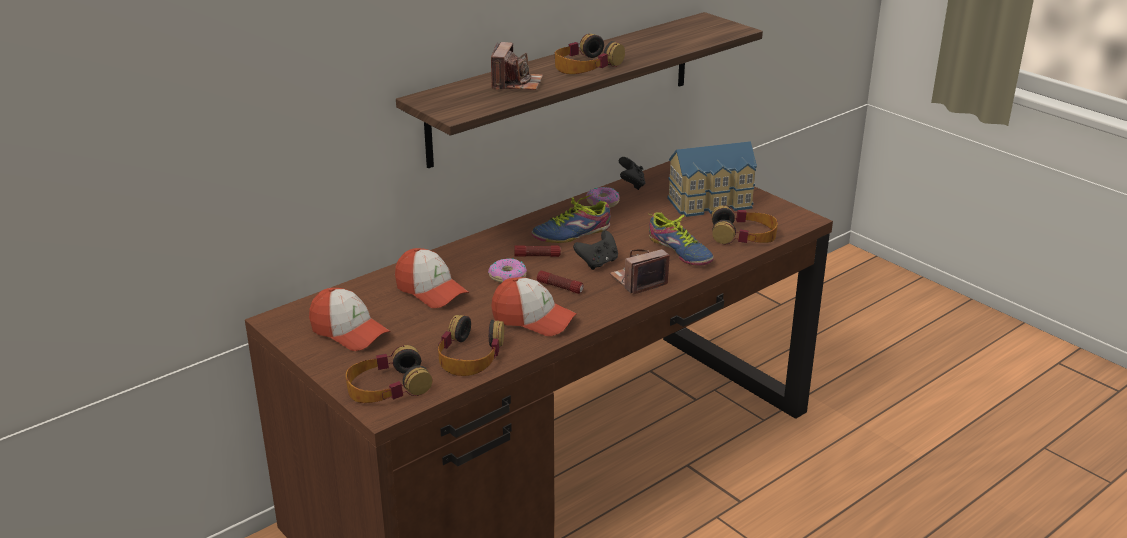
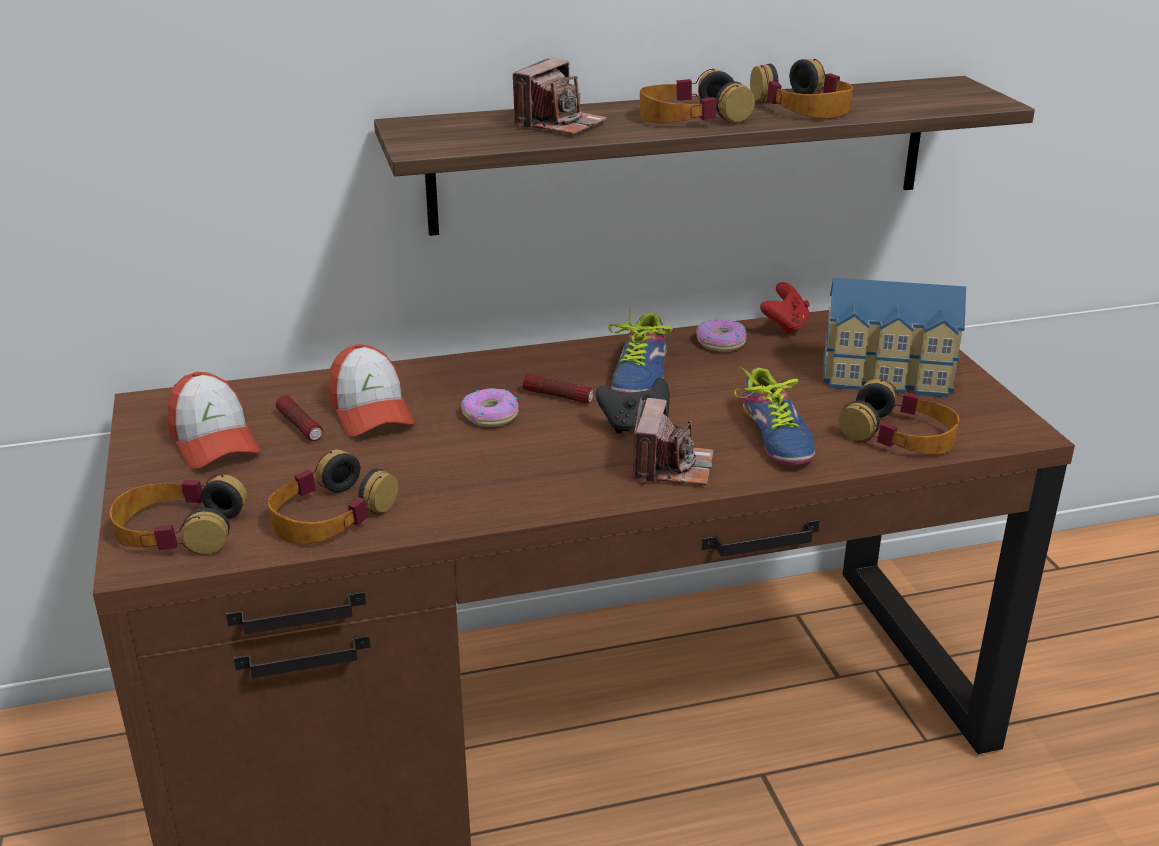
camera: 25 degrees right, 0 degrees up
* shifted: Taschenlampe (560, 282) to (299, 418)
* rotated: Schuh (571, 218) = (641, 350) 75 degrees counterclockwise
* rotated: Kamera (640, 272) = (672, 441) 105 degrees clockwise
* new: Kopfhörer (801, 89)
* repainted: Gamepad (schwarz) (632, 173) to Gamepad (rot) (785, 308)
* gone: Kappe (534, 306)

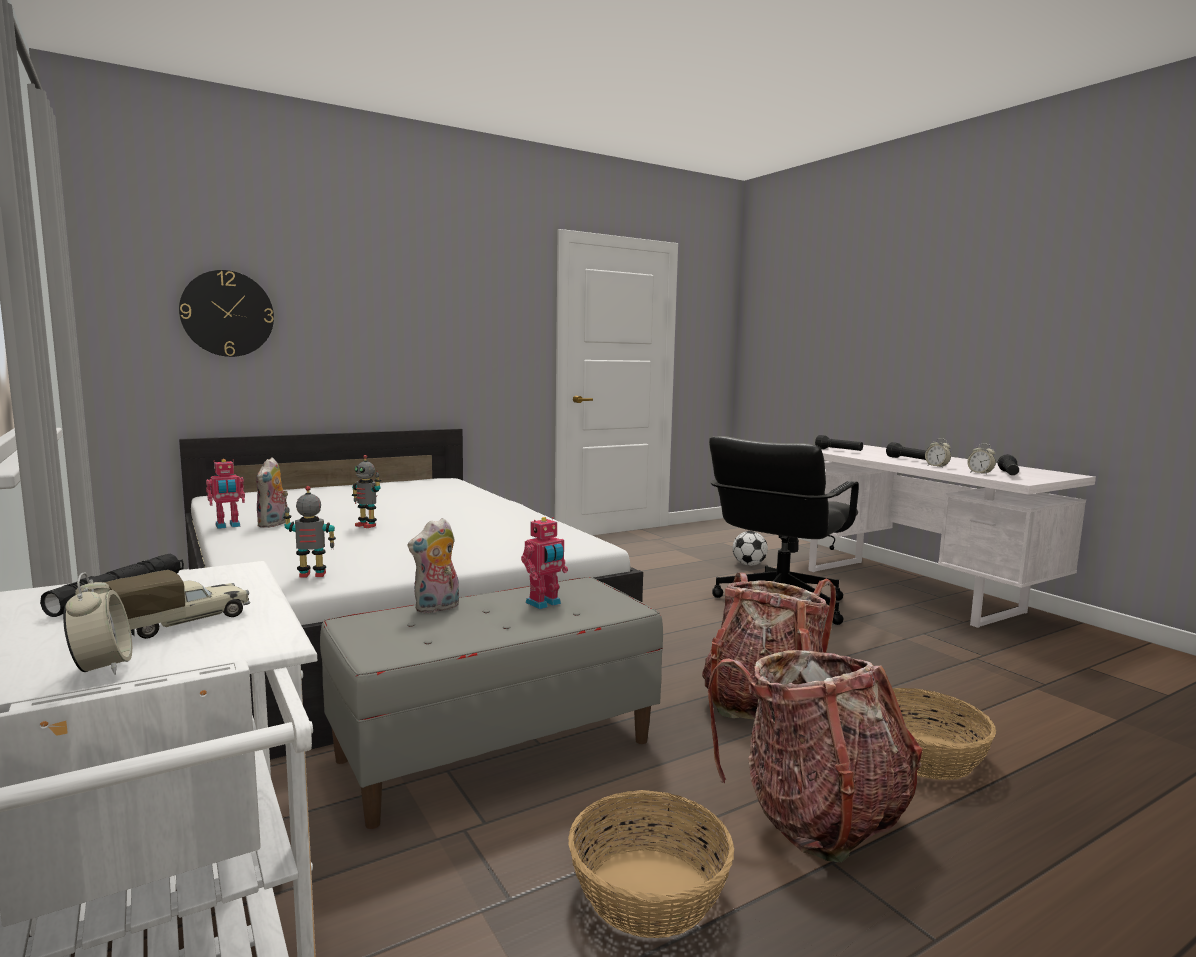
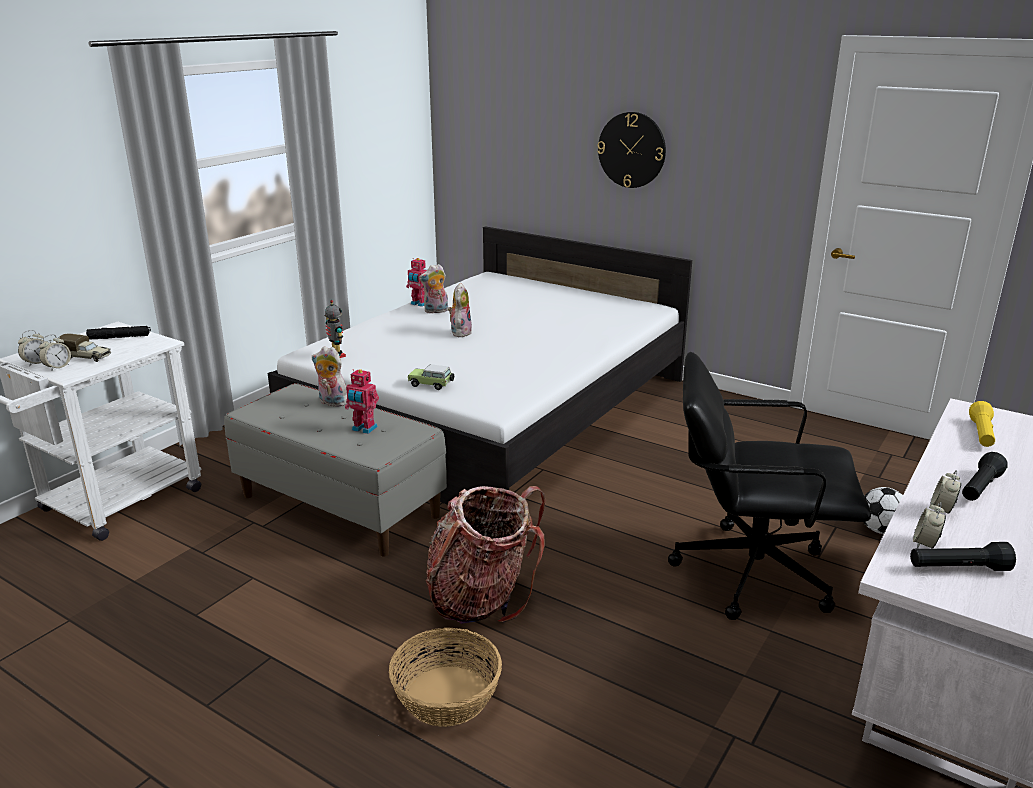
camera: 65 degrees right, 15 degrees up
* new: Wecker (55, 352)
* new: Spielzeugauto (431, 377)
* swapped: Spielzeugroboter (366, 491) to Plüschtier (460, 309)
* shifted: Wanduhr (226, 313) to (631, 150)
* repainted: Taschenlampe (schwarz) (839, 443) to Taschenlampe (gelb) (982, 424)
* gone: Korb (651, 864)
* gone: Rucksack (815, 745)

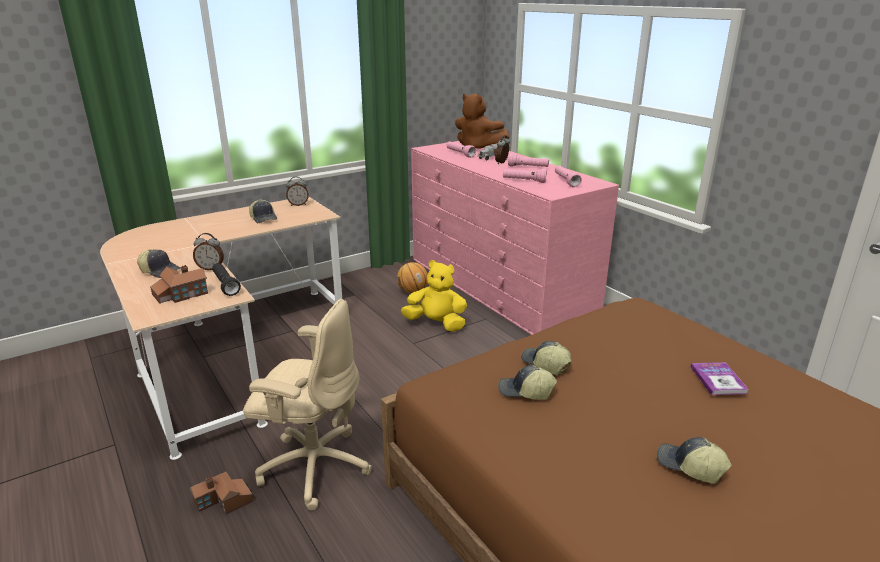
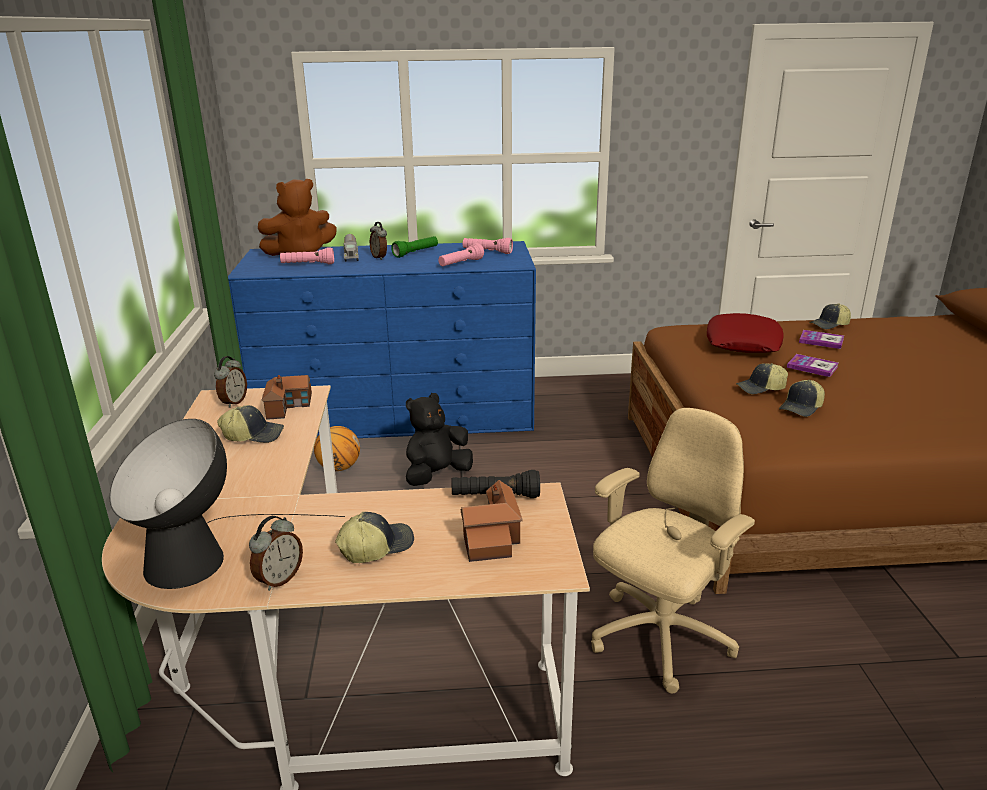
camera: 60 degrees left, 0 degrees up
* new: Tischlampe (227, 504)
* repainted: Kommode (rosa) (515, 238) to Kommode (blau) (382, 340)
* shifted: Wecker (208, 251) to (276, 553)
* shifted: Spielzeughaus (221, 493) to (287, 397)
* repainted: Taschenlampe (rosa) (528, 160) to Taschenlampe (grün) (414, 247)
* repainted: Plüschtier (gelb) (434, 296) to Plüschtier (schwarz) (439, 439)
* new: Kissen (rot) (745, 333)
* new: Buch (813, 365)
* shifted: Kappe (694, 460) to (830, 316)

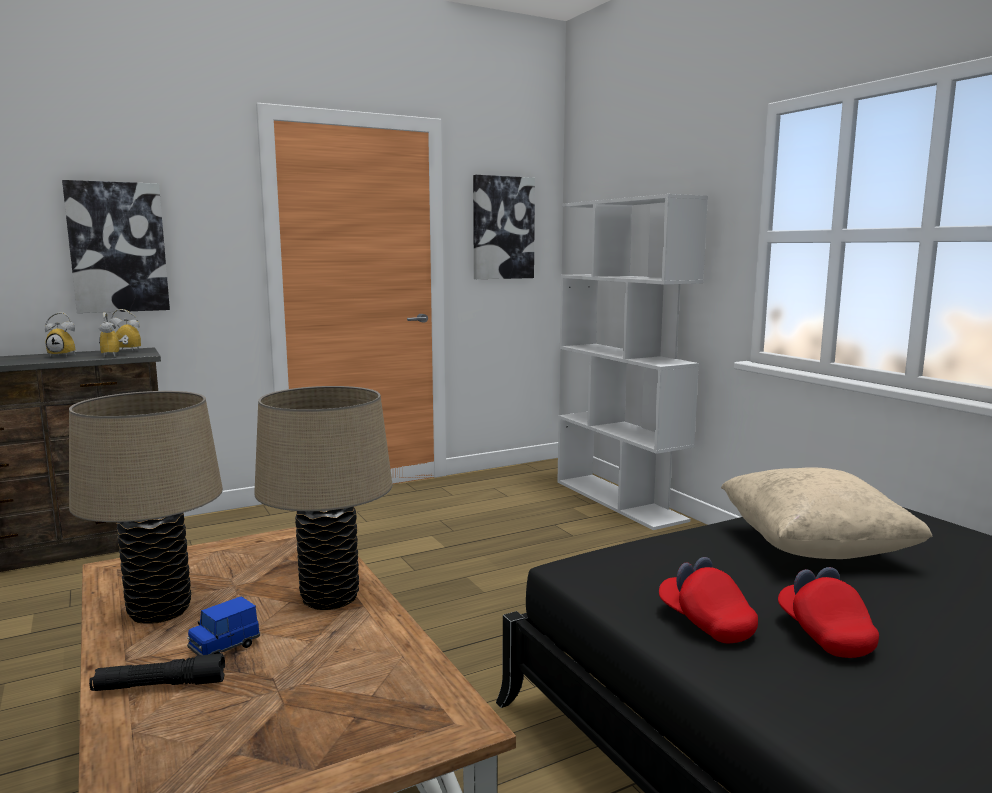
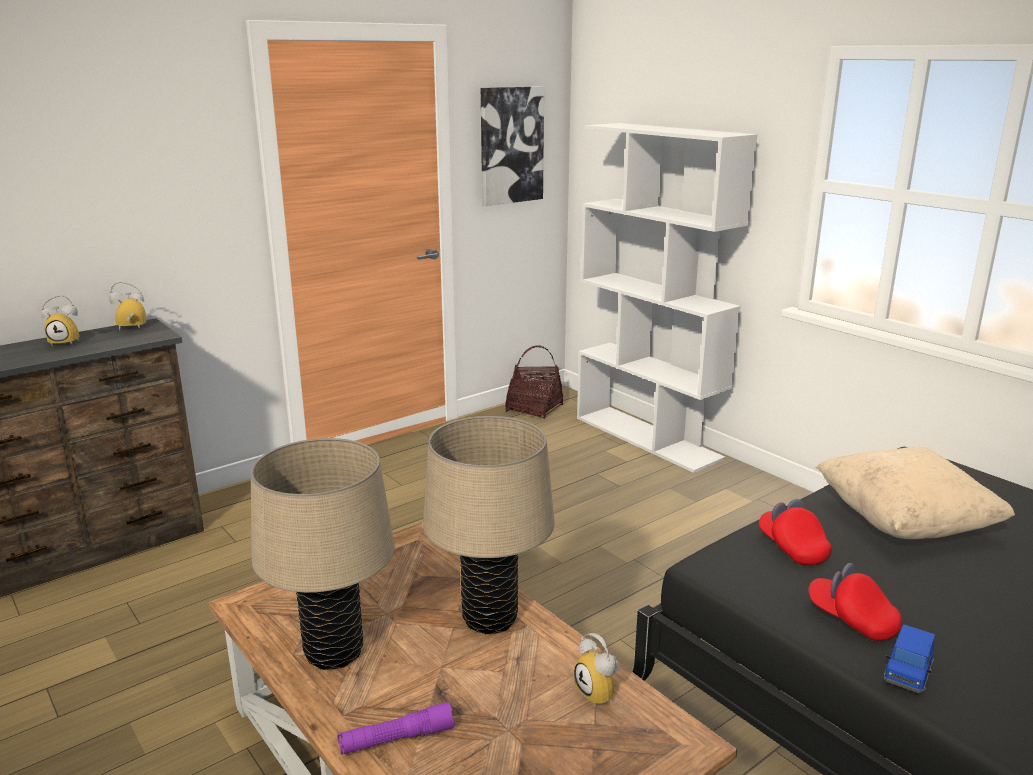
camera: 10 degrees left, 10 degrees up
* repainted: Taschenlampe (schwarz) (157, 672) to Taschenlampe (lila) (395, 728)
* new: Korb (534, 382)
* shifted: Wecker (114, 335) to (597, 669)
* shifted: Kappe (rot) (828, 612) to (795, 532)
* shifted: Spielzeugauto (blau) (223, 625) to (909, 658)
* gone: Bild (116, 246)

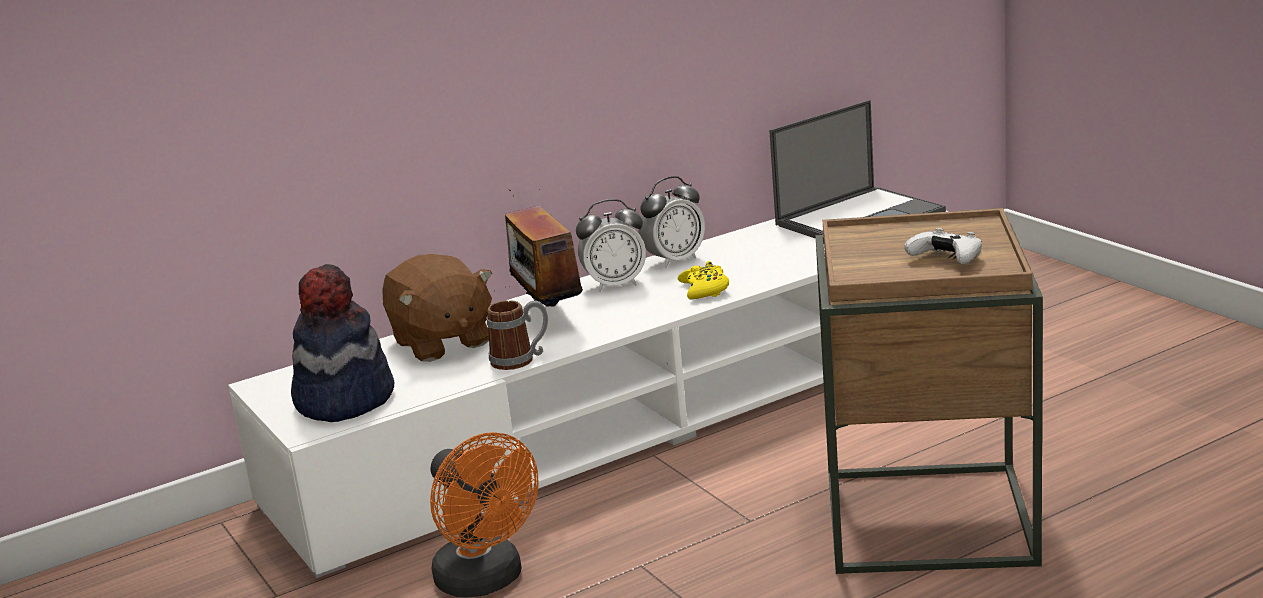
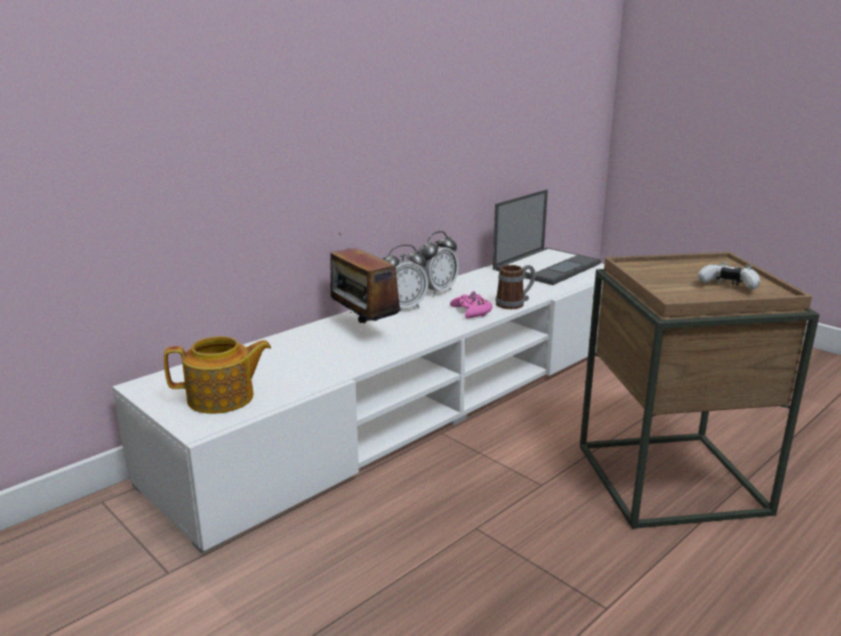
camera: 15 degrees left, 0 degrees up
* swapped: Hut (342, 343) to Teekanne (217, 375)
* repainted: Gamepad (gelb) (703, 280) to Gamepad (rosa) (471, 304)
* shifted: Henkelbecher (517, 335) to (515, 287)
* gone: Plüschtier (braun) (437, 308)
* gone: Ventilator (orange) (484, 515)

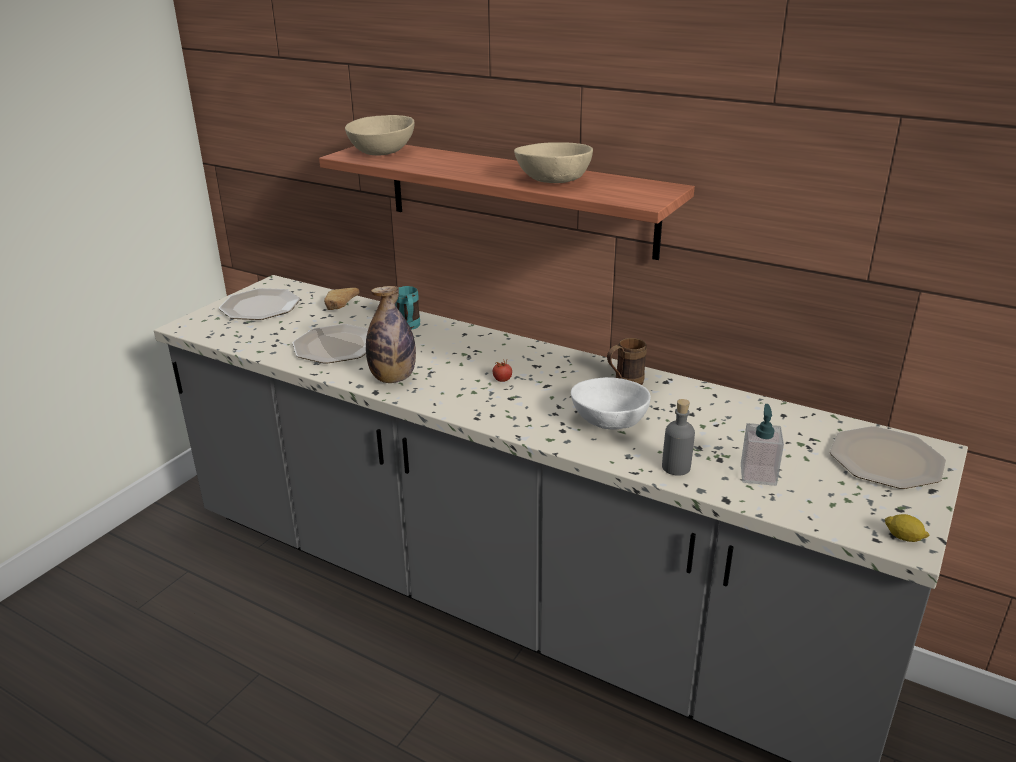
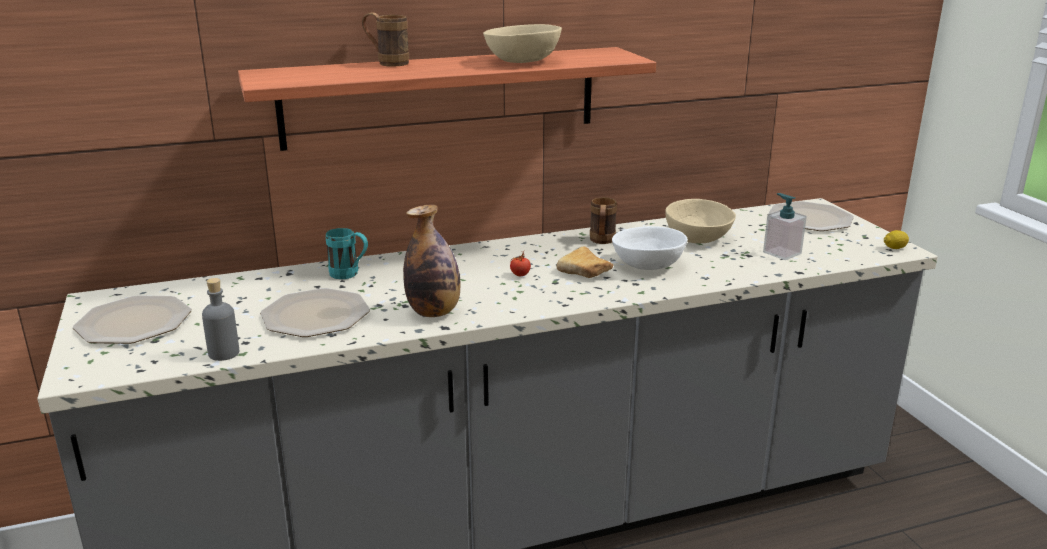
camera: 50 degrees left, 5 degrees down
* shifted: Flasche (grau) (678, 437) to (220, 319)
* new: Henkelbecher (braun) (385, 40)
* shifted: Brot (342, 299) to (585, 262)
* shifted: Schüssel (beige) (380, 135) to (700, 221)

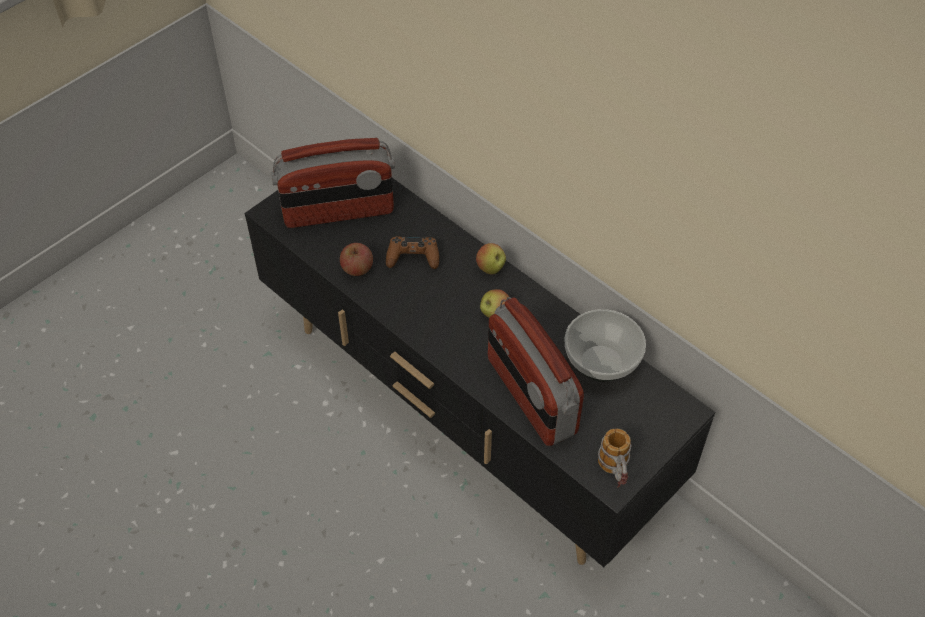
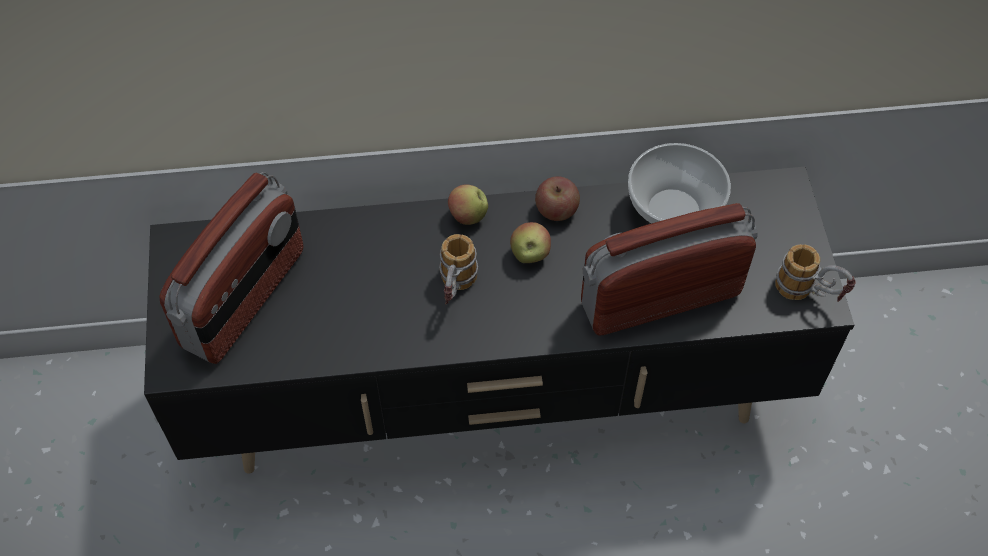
camera: 50 degrees left, 5 degrees up
* new: Henkelbecher (458, 269)
* shifted: Apfel (356, 259) to (557, 198)
* rotated: Radio (536, 371) = (669, 269) 150 degrees clockwise
* gone: Gamepad (braun) (412, 252)

